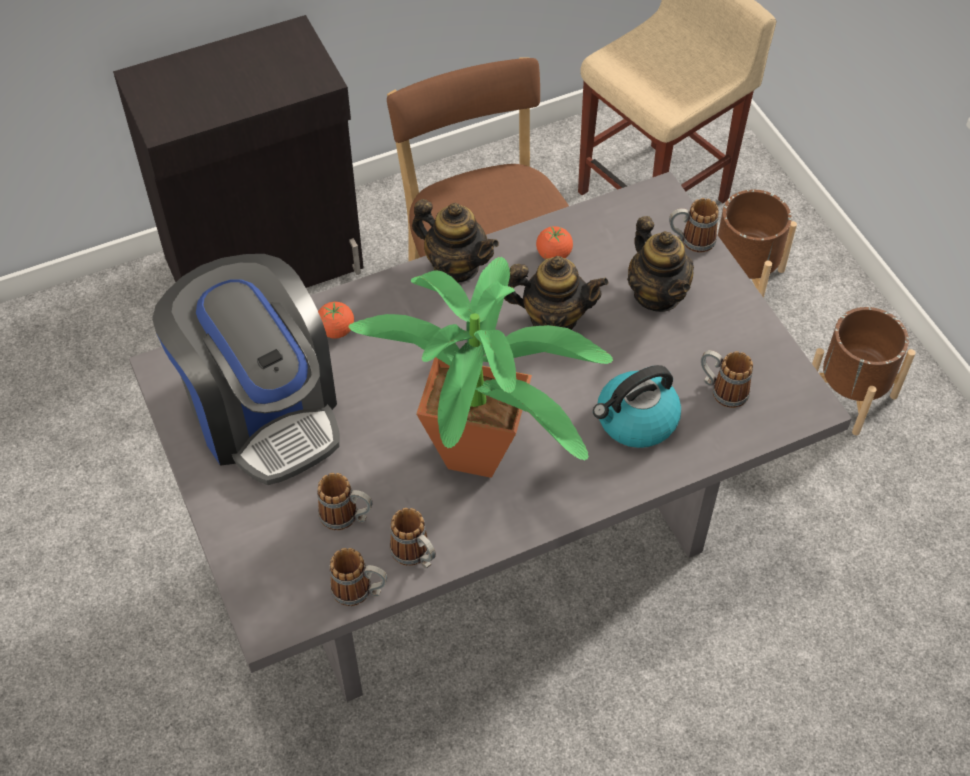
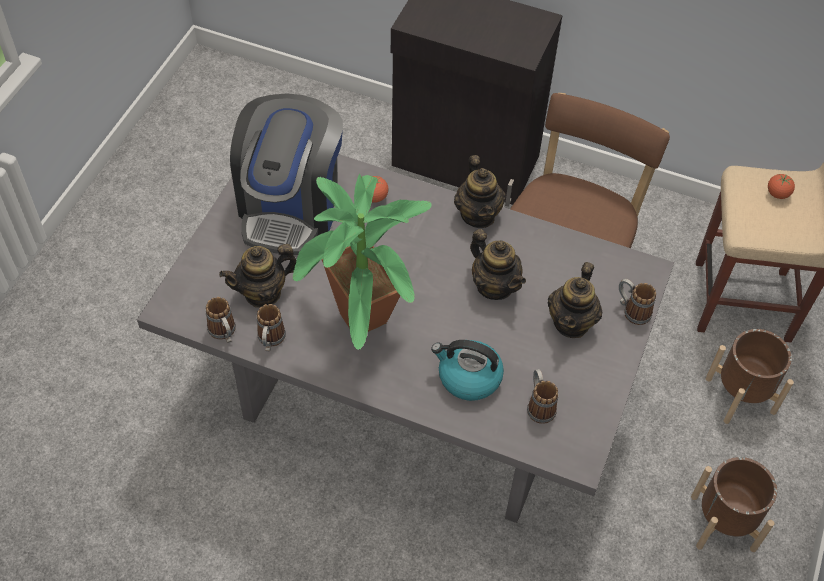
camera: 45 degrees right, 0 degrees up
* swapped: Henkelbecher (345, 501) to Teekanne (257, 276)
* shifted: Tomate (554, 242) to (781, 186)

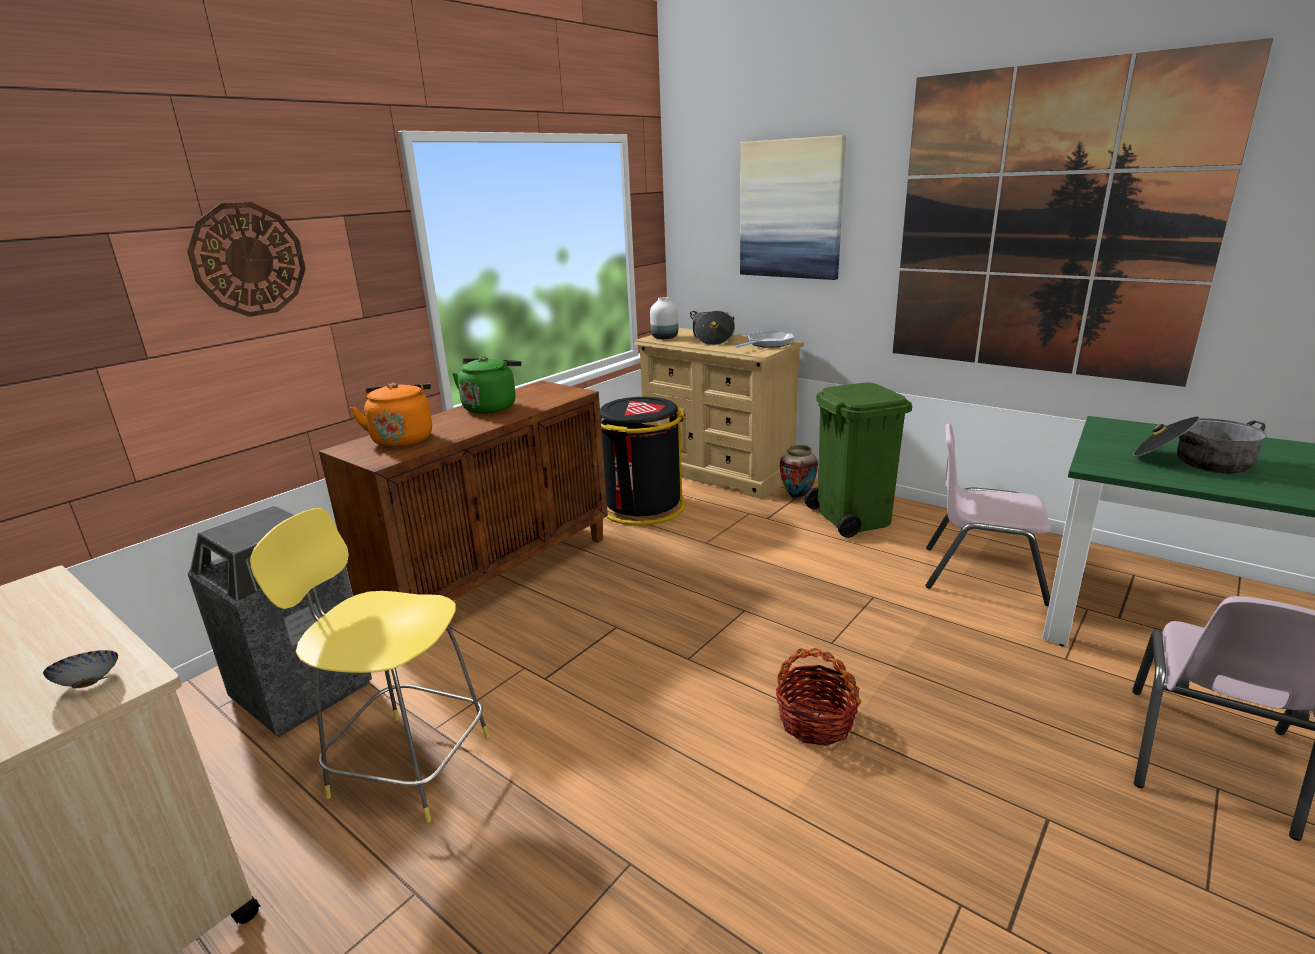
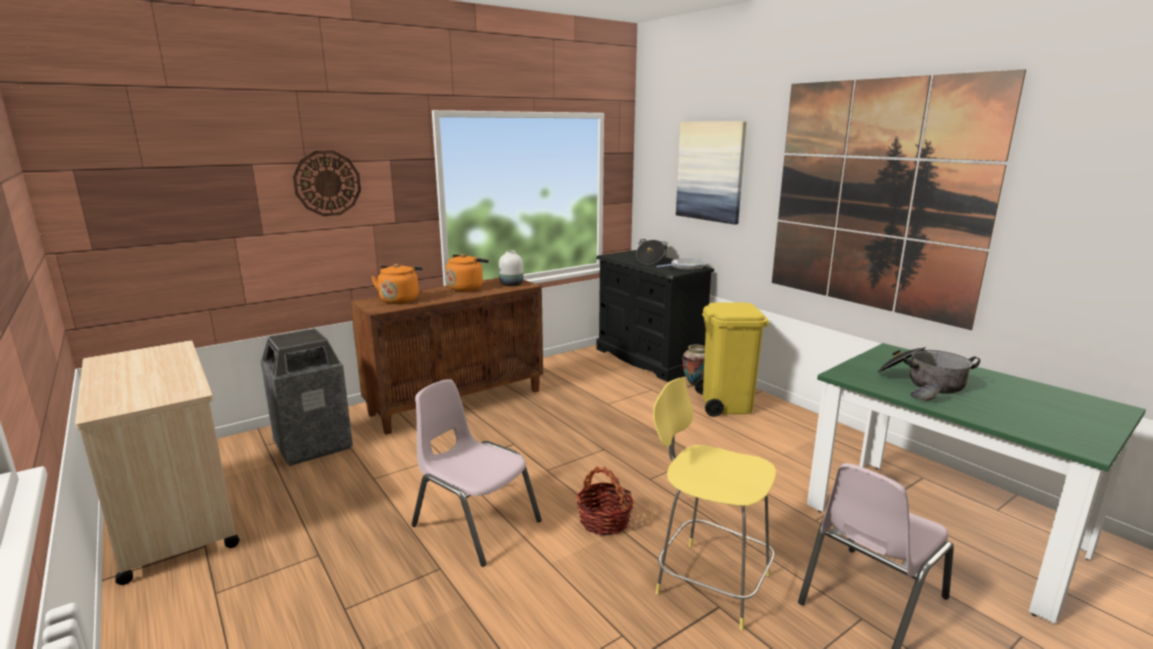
camera: 15 degrees right, 5 degrees down
* shifted: Stuhl (rosa) (988, 514) to (476, 473)
* repainted: Wasserkessel (grün) (487, 385) to Wasserkessel (orange) (467, 272)
* shifted: Vase (weiß) (664, 318) to (511, 268)
* repainted: Kommode (beige) (719, 413) to Kommode (schwarz) (655, 316)
* shifted: Hocker (gelb) (370, 665) to (714, 503)
* repainted: Mülleimer (grün) (858, 460) to Mülleimer (gelb) (732, 359)
* shifted: Schüssel (80, 669) to (926, 391)
* gone: Mülleimer (schwarz) (642, 461)

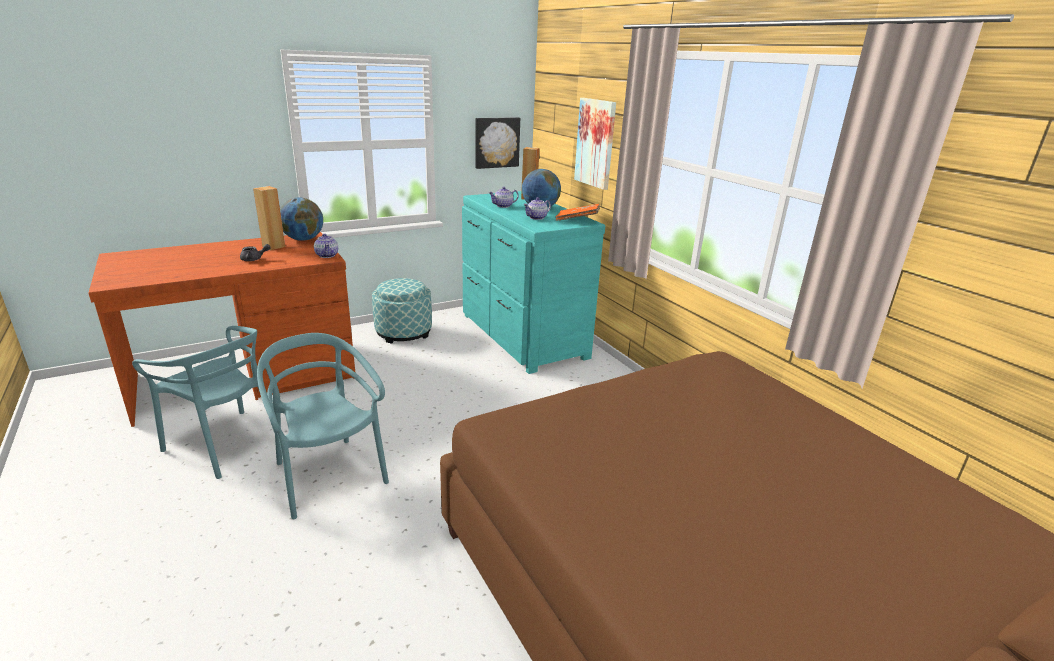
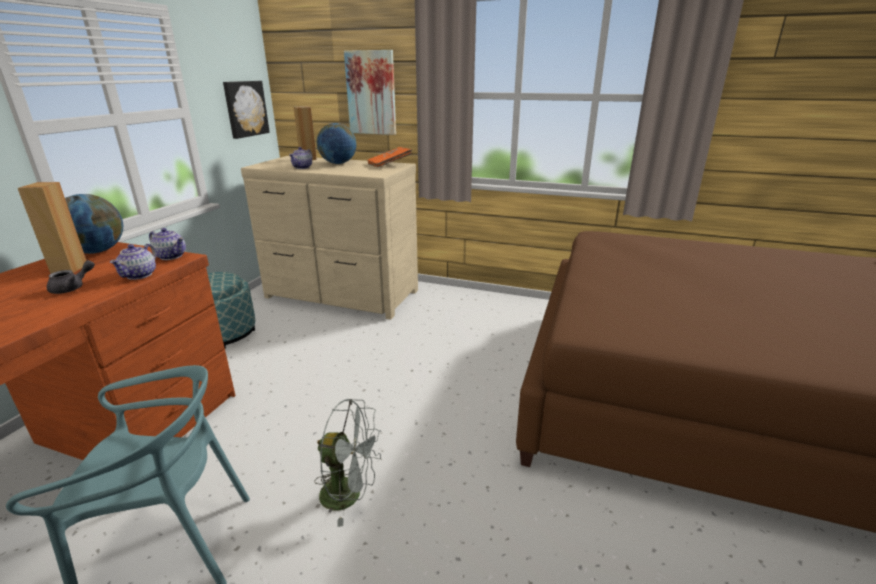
camera: 40 degrees left, 0 degrees up
* shifted: Teekanne (537, 208) to (133, 262)
* repainted: Kommode (türkis) (533, 282) to Kommode (beige) (329, 238)
* swapped: Stuhl (türkis) (323, 426) to Ventilator (grau) (347, 463)

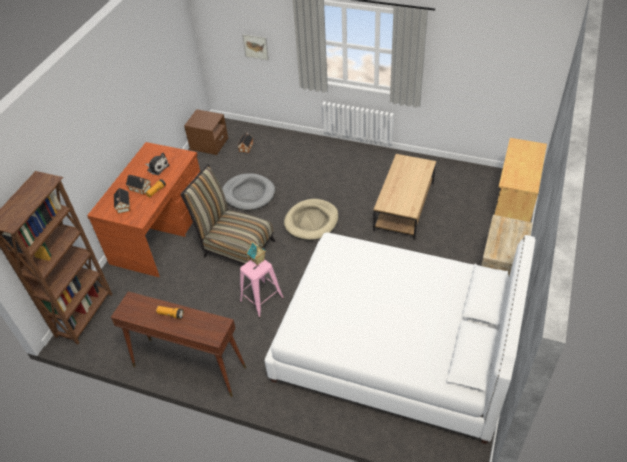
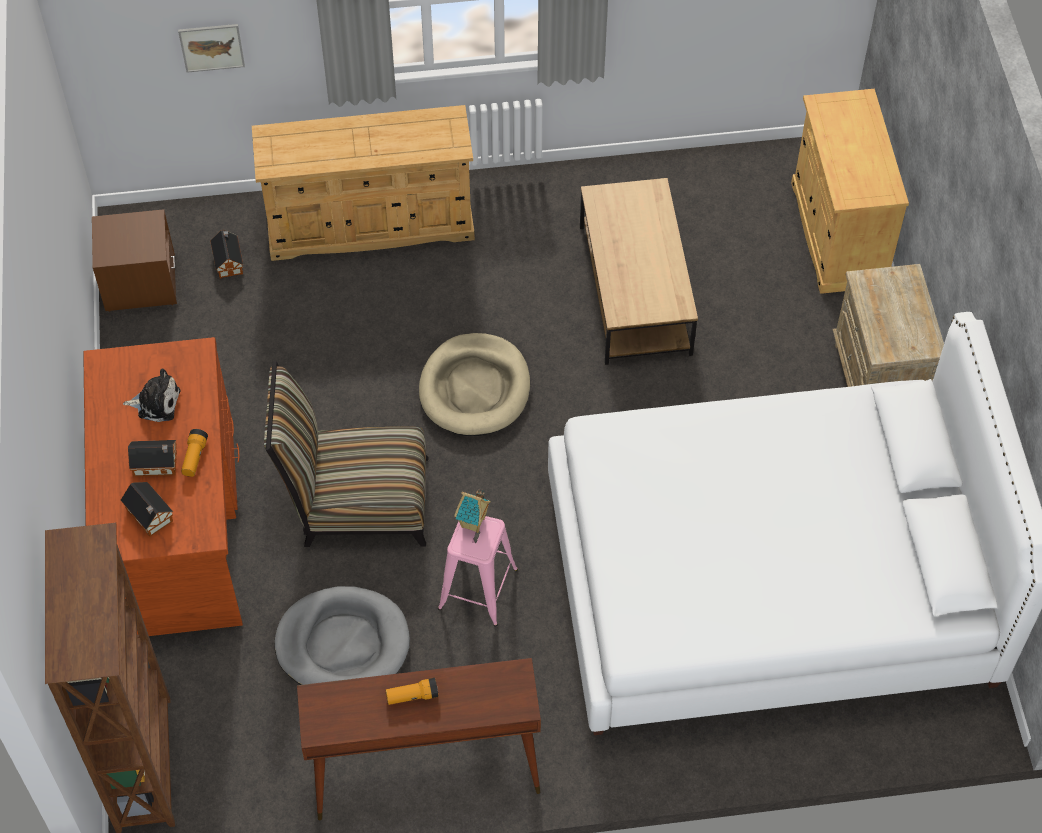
camera: 30 degrees left, 10 degrees up
* new: Kommode (beige) (363, 183)
* shifted: Hundebett (grau) (248, 191) to (342, 635)

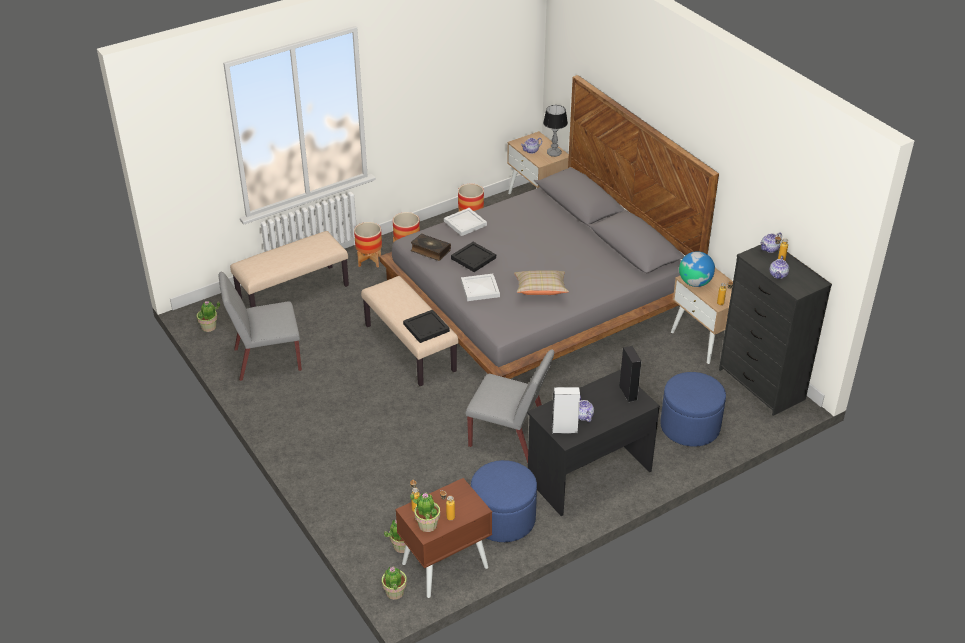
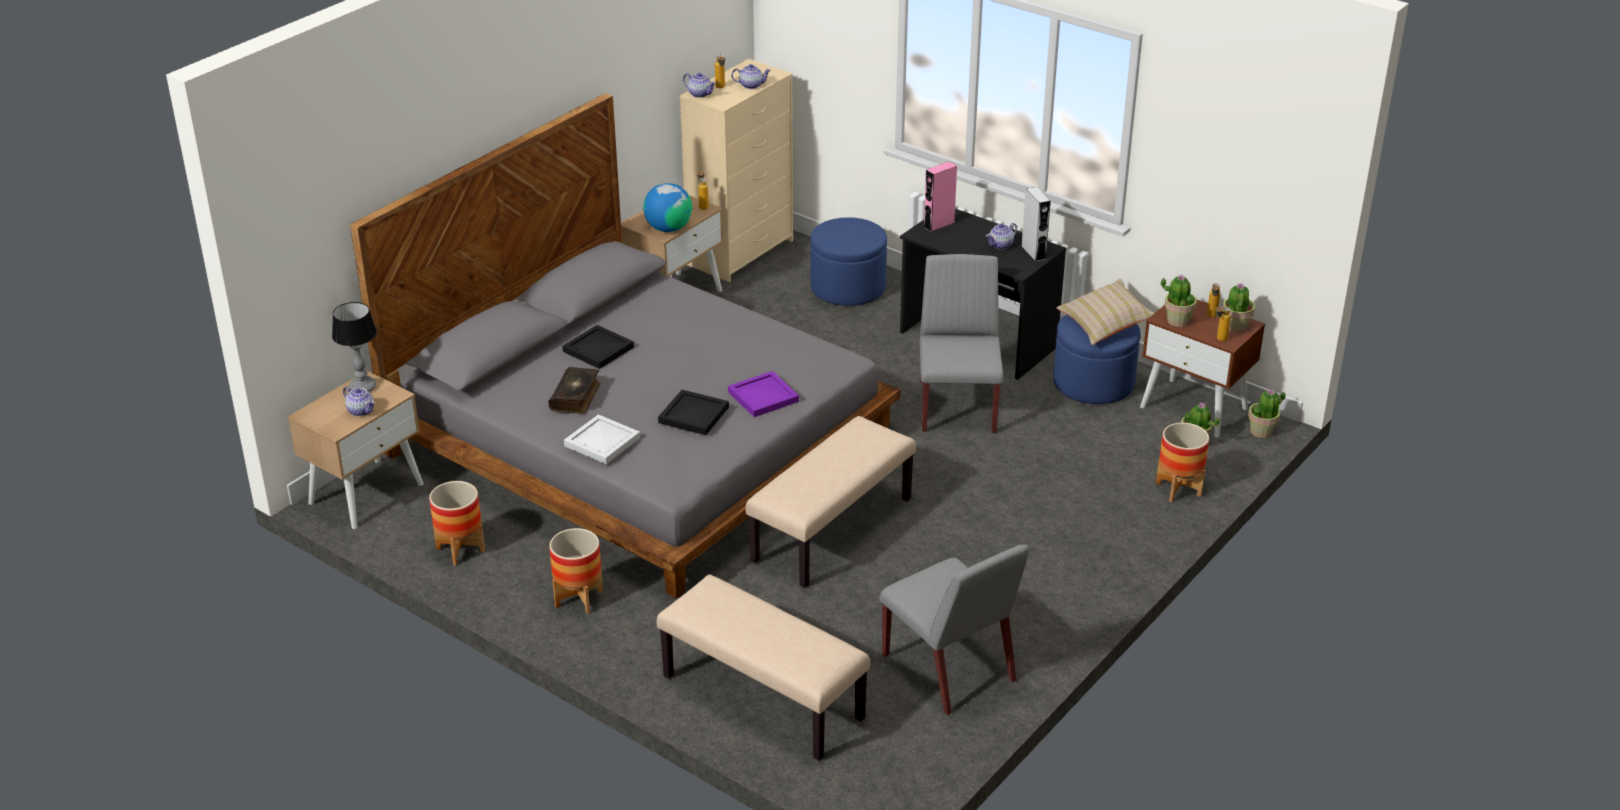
camera: 110 degrees left, 5 degrees down
* shifted: Buch (431, 247) to (574, 390)
* shifted: Tablett (schwarz) (426, 326) to (598, 347)
* repainted: Kommode (schwarz) (775, 330) to Kommode (beige) (736, 170)
* repainted: Tablett (weiß) (480, 287) to Tablett (lila) (763, 394)
* repainted: Lautsprecher (schwarz) (630, 374) to Lautsprecher (rosa) (940, 196)
* shifted: Kissen (beige) (541, 282) to (1105, 312)
* shifted: Pflanzkübel (368, 245) to (1182, 462)
* shifted: Topfpflanze (208, 316) to (1179, 301)

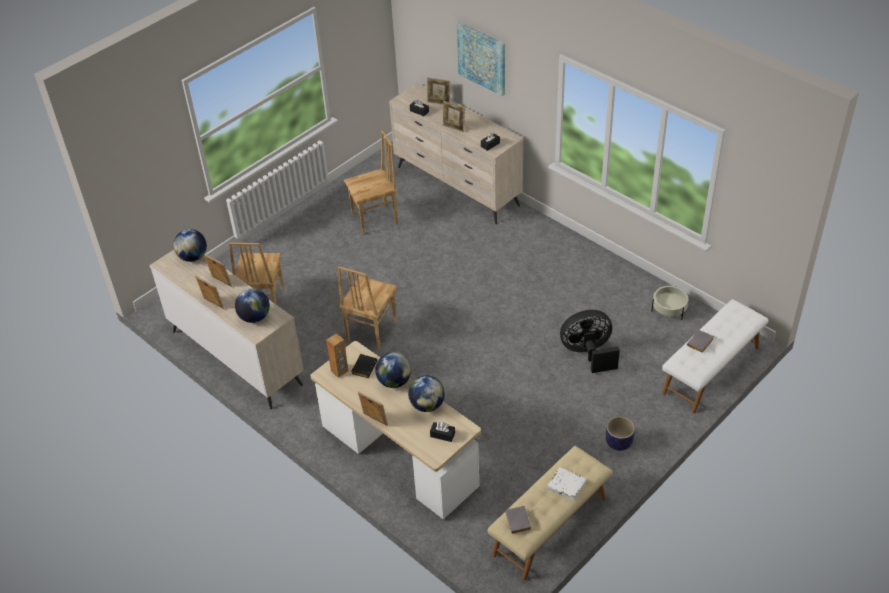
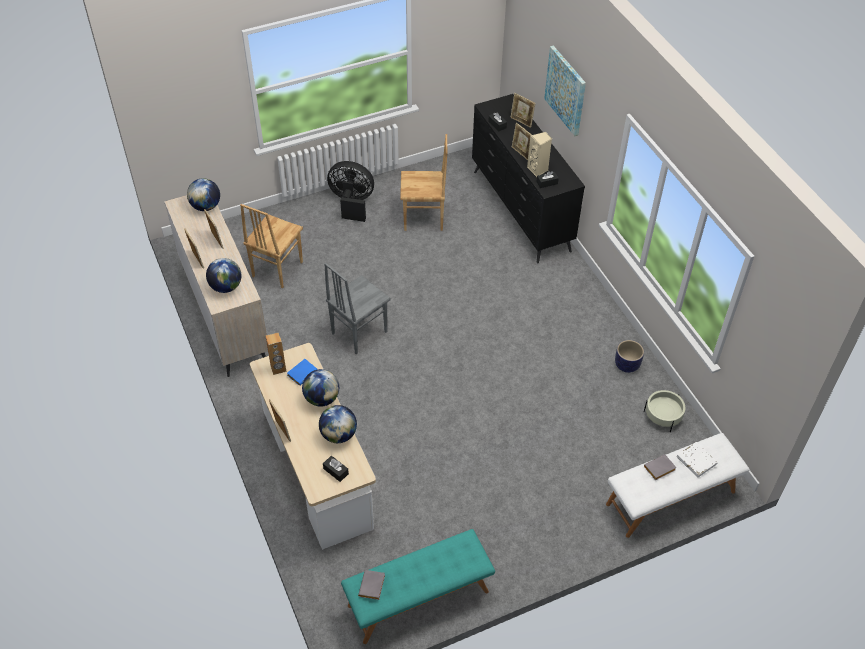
camera: 20 degrees right, 5 degrees up
* repainted: Buch (schwarz) (365, 366) to Buch (blau) (302, 372)
* repainted: Stuhl (braun) (367, 308) to Stuhl (grau) (357, 308)
* shifted: Ventilator (schwarz) (590, 341) to (350, 191)
* repainted: Bank (beige) (550, 513) to Bank (türkis) (418, 586)
* repainted: Kommode (beige) (456, 153) to Kommode (schwarz) (528, 178)
* new: Lautsprecher (beige) (539, 154)
* shifted: Pflanzkübel (620, 433) to (629, 356)
* shifted: Buch (weiß) (567, 484) to (697, 459)

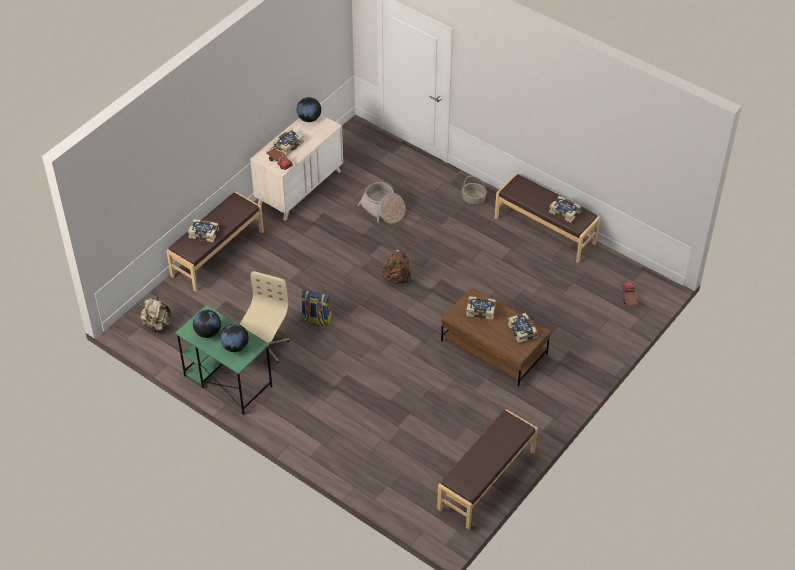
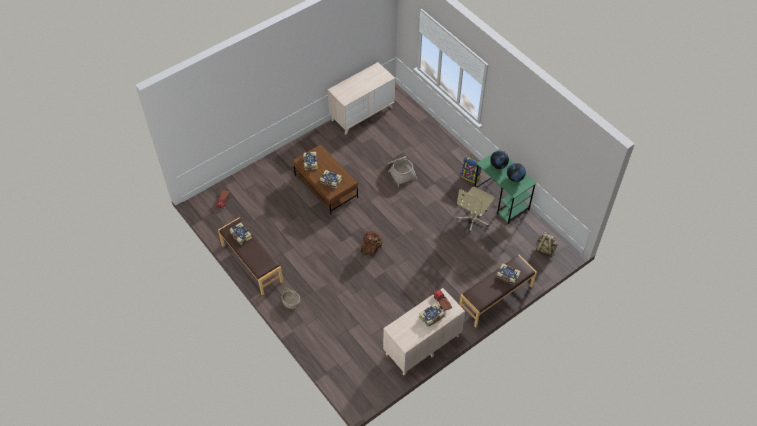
camera: 165 degrees left, 5 degrees up
* swapped: Bank (braun) (487, 469) to Kommode (beige) (361, 98)
* shifted: Korb (381, 203) to (402, 171)
* shifted: Rucksack (316, 308) to (471, 170)
* gone: Globus (309, 109)

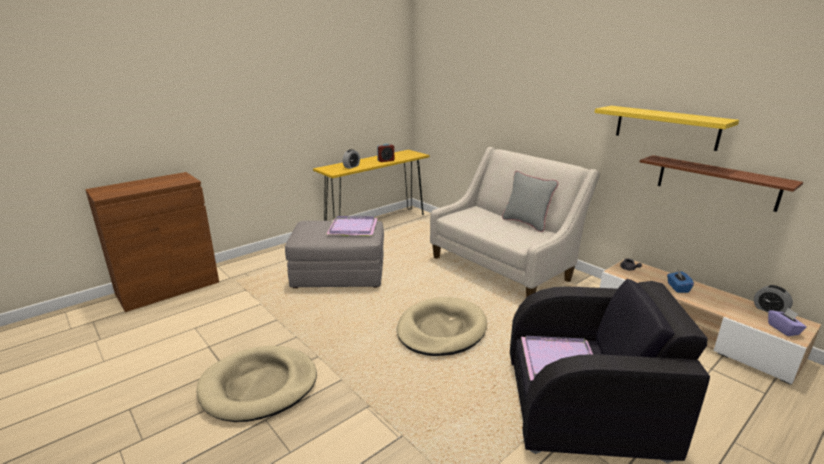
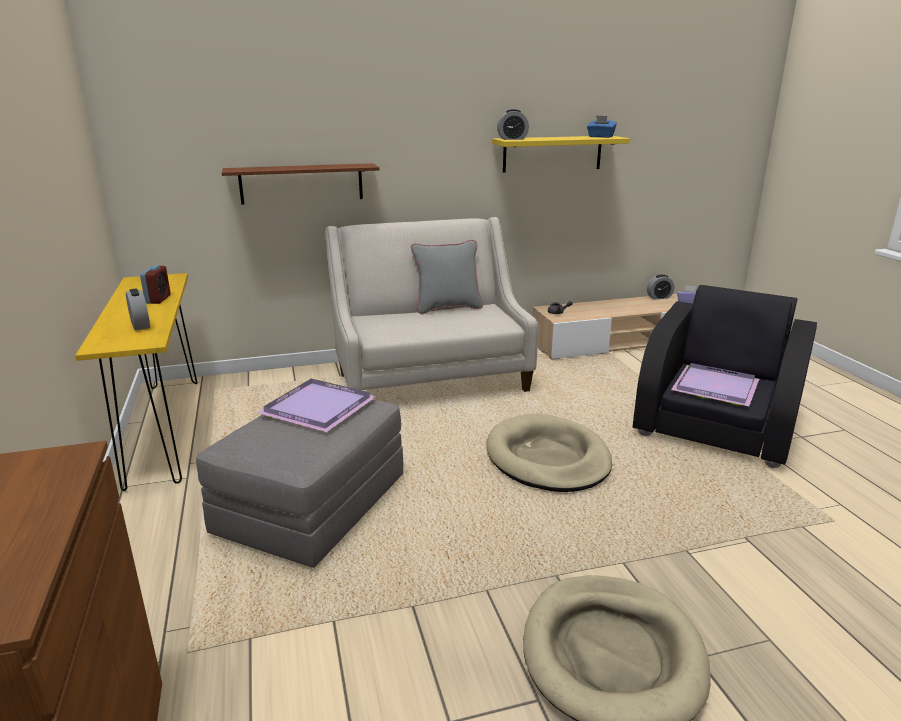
camera: 65 degrees left, 0 degrees up
* shifted: Wandregal (braun) (721, 183) to (301, 184)
* new: Wecker (513, 124)
* shifted: Taschentuchbox (blau) (680, 281) to (602, 126)

